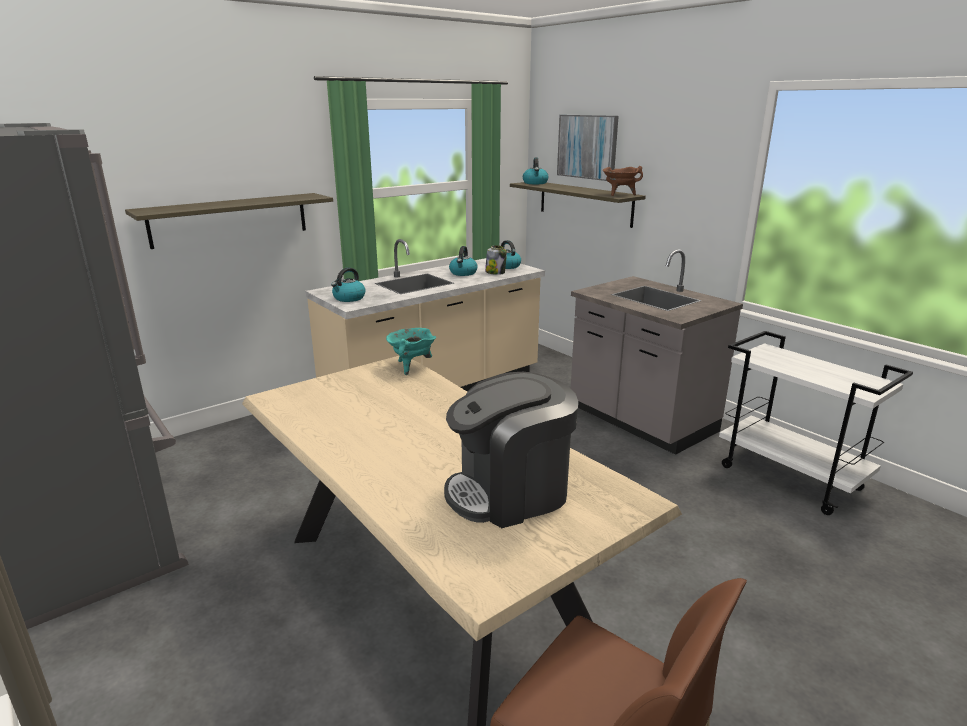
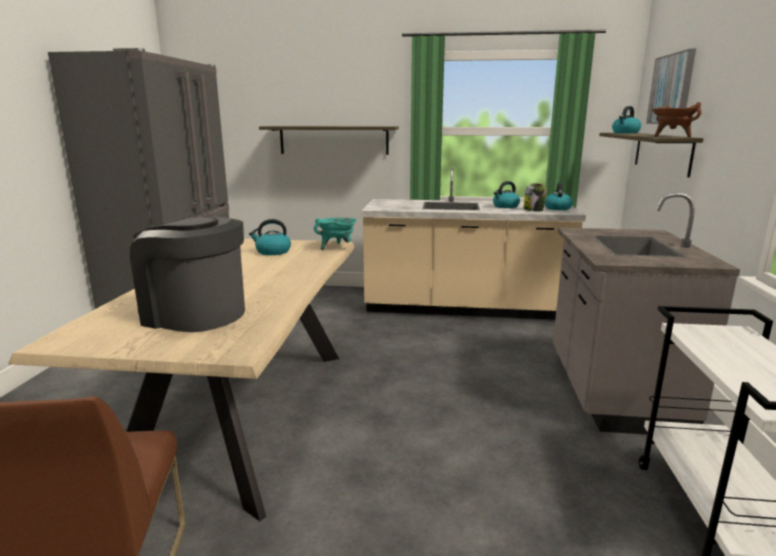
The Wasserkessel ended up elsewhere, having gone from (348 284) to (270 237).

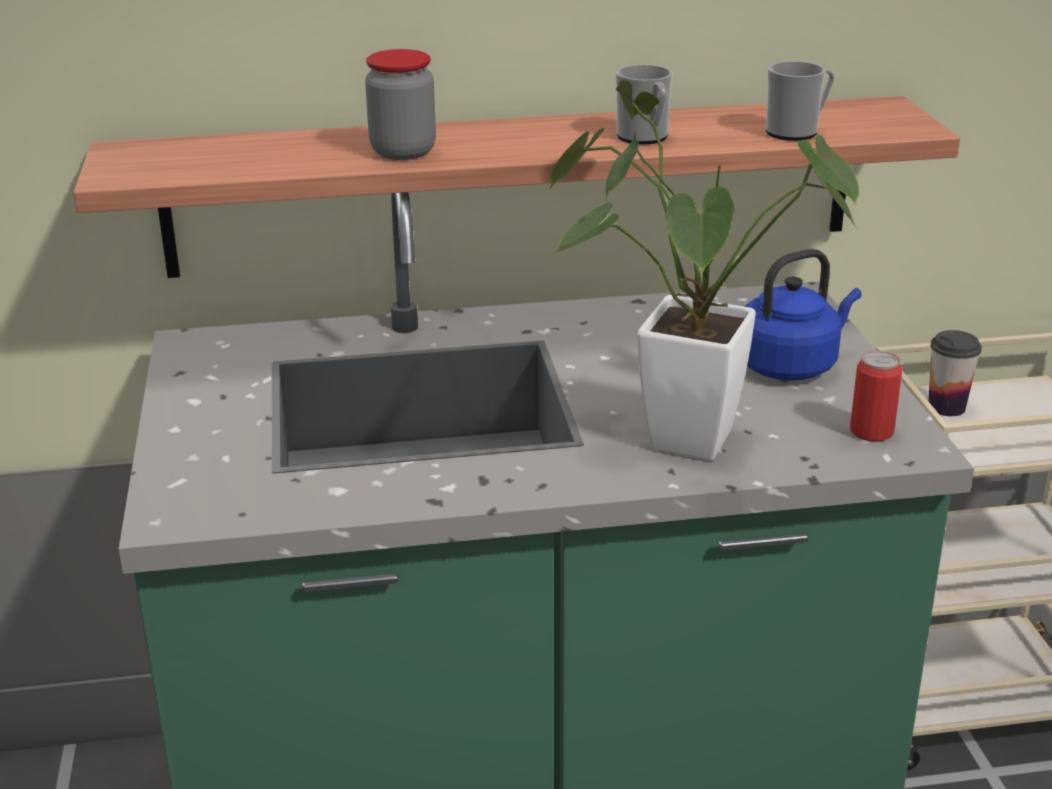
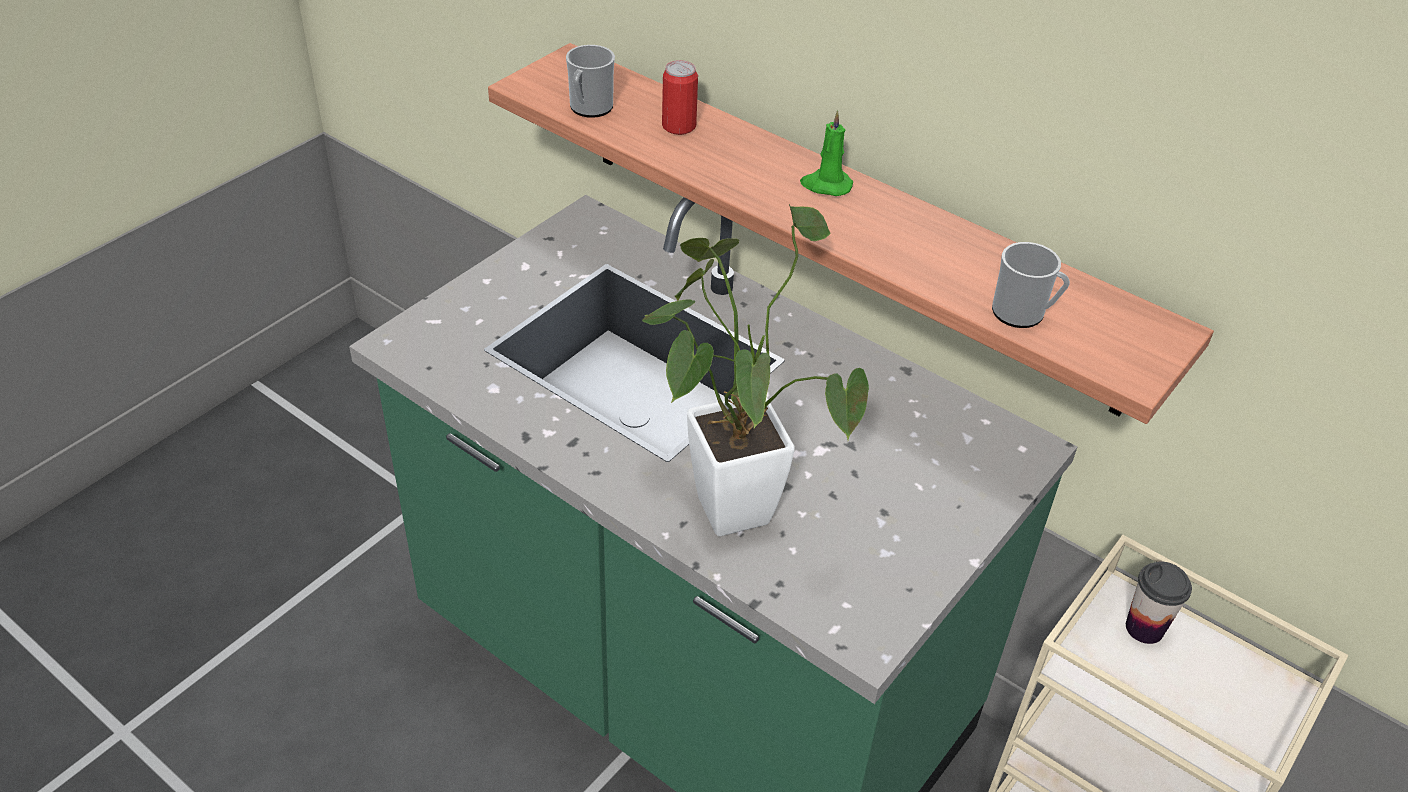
The second view lost the Vorratsglas at (400 104).
The Henkelbecher ended up elsewhere, having gone from (644 104) to (590 81).
The second view lost the Wasserkessel [blau] at (803 314).
The Dose ended up elsewhere, having gone from (876 396) to (680 97).
The second view gained the Kerze [grün] at (826 153).

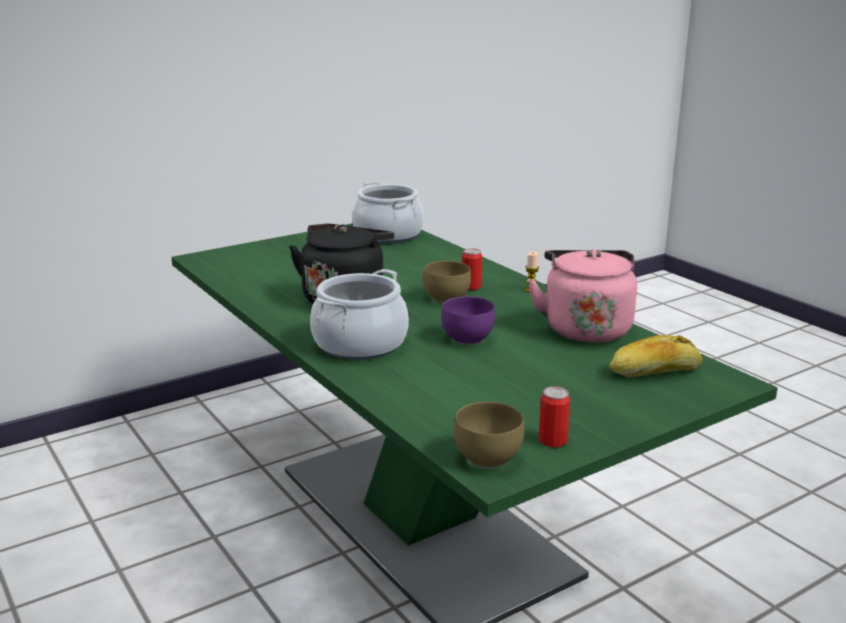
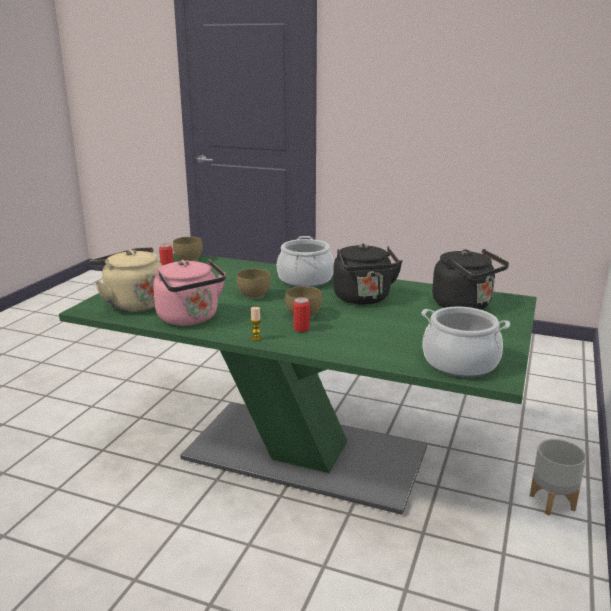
What was the Schüssel [lila] at (468 320) turned into the Schüssel [braun] at (254 284).
Where the Brot stood at (656 356), the Wasserkessel [beige] came to stand at (126 279).
The second view gained the Wasserkessel [schwarz] at (470 279).
The second view gained the Pflanzkübel [grau] at (558 477).

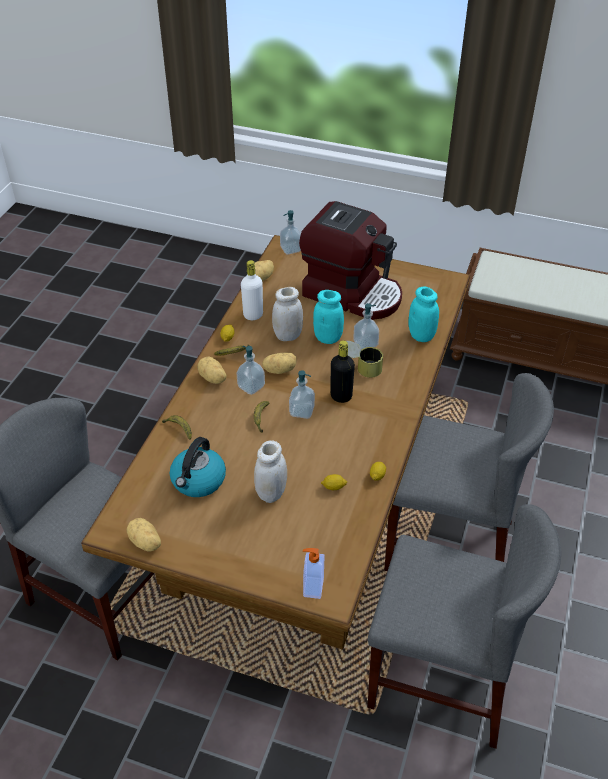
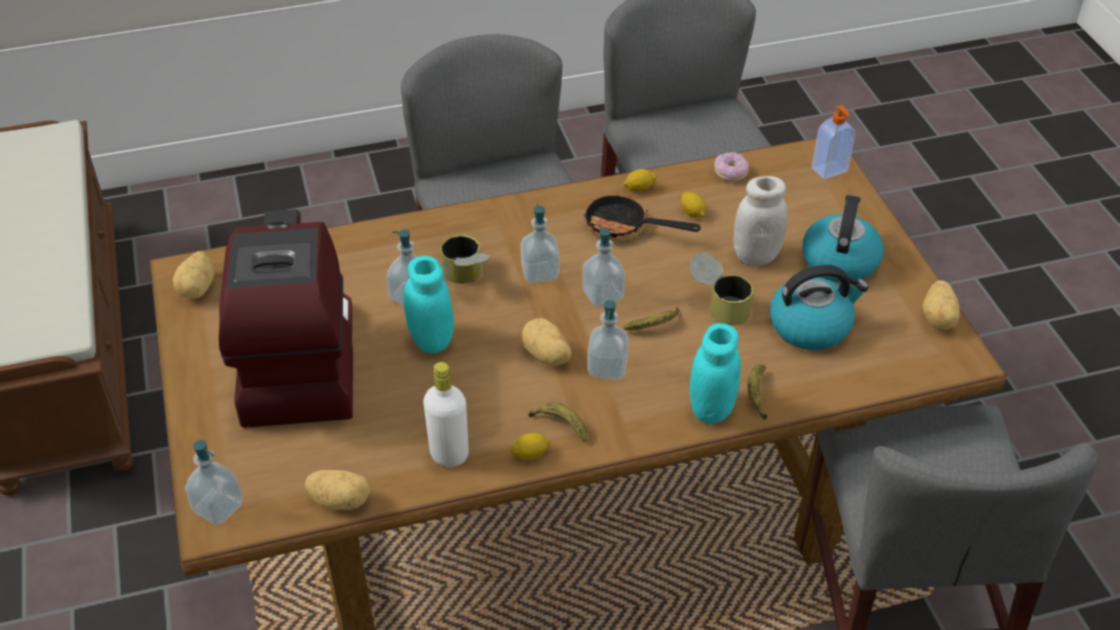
The Kartoffel ended up elsewhere, having gone from (212 370) to (193 275).
The second view lost the Vorratsglas [weiß] at (287 314).
Where the Flasche [schwarz] stood at (343 371), the Seifenspender came to stand at (540 243).
The Vorratsglas [türkis] ended up elsewhere, having gone from (423 314) to (715 373).
The second view gained the Pfanne at (642 218).
The second view gained the Dose at (722 289).
The second view gained the Donut at (732 166).
The second view gained the Wasserkessel at (843 239).

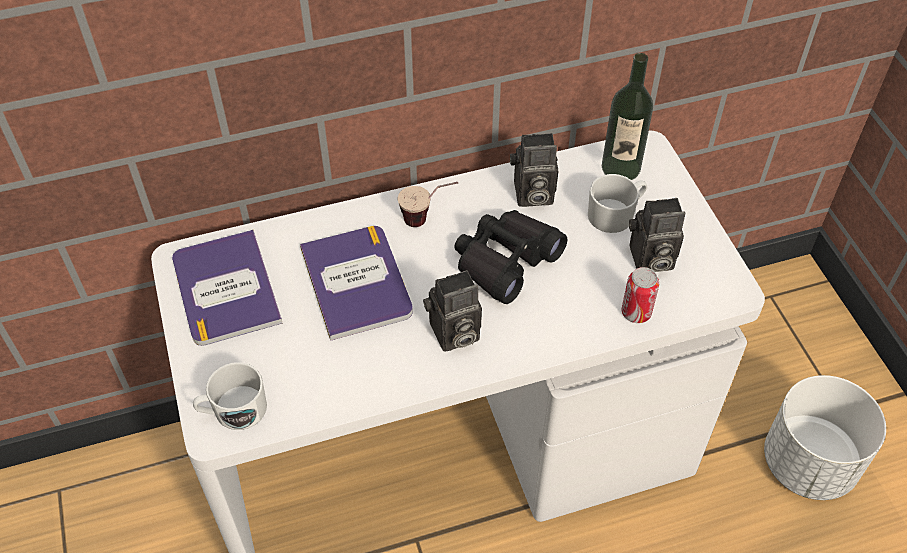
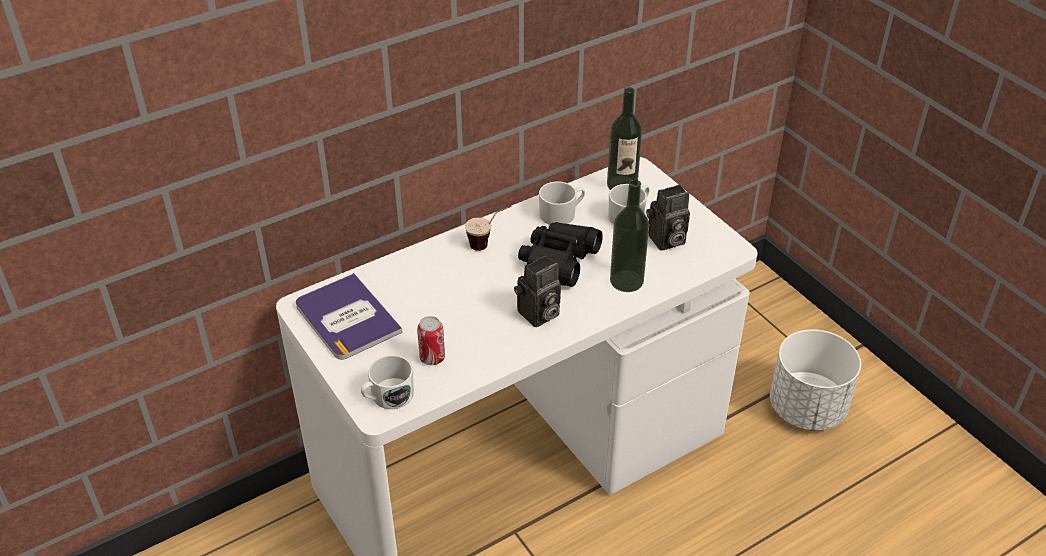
The second view lost the Buch at (356 283).
Where the Kamera stood at (534 170), the Henkelbecher [weiß] came to stand at (562 203).
The Dose ended up elsewhere, having gone from (640 295) to (431 340).
The second view gained the Flasche at (629 236).

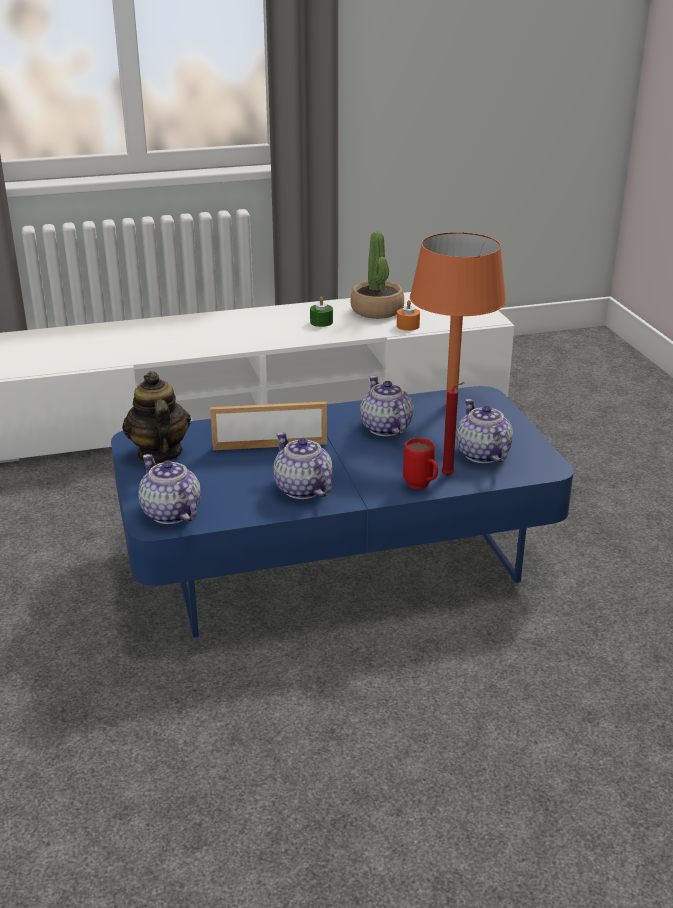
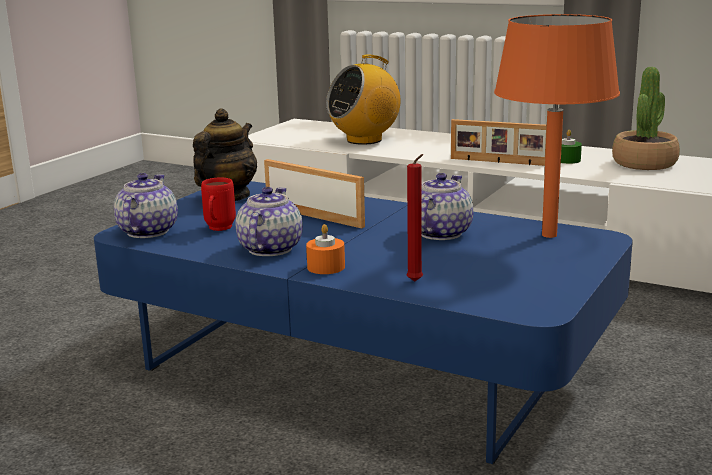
The Kerze [orange] ended up elsewhere, having gone from (408 315) to (325 249).
The Henkelbecher [rot] ended up elsewhere, having gone from (420 463) to (218 204).
The second view lost the Teekanne at (484 431).
The second view gained the Radio at (363 99).
The second view gained the Bilderrahmen at (499 142).

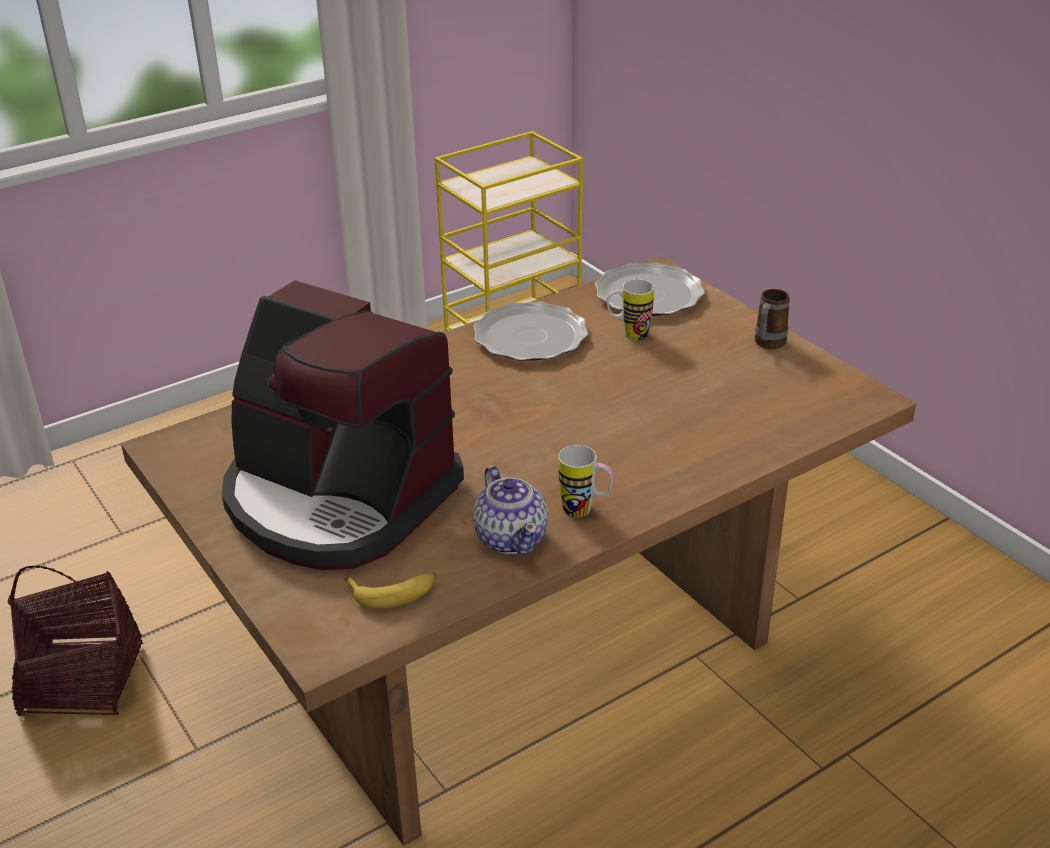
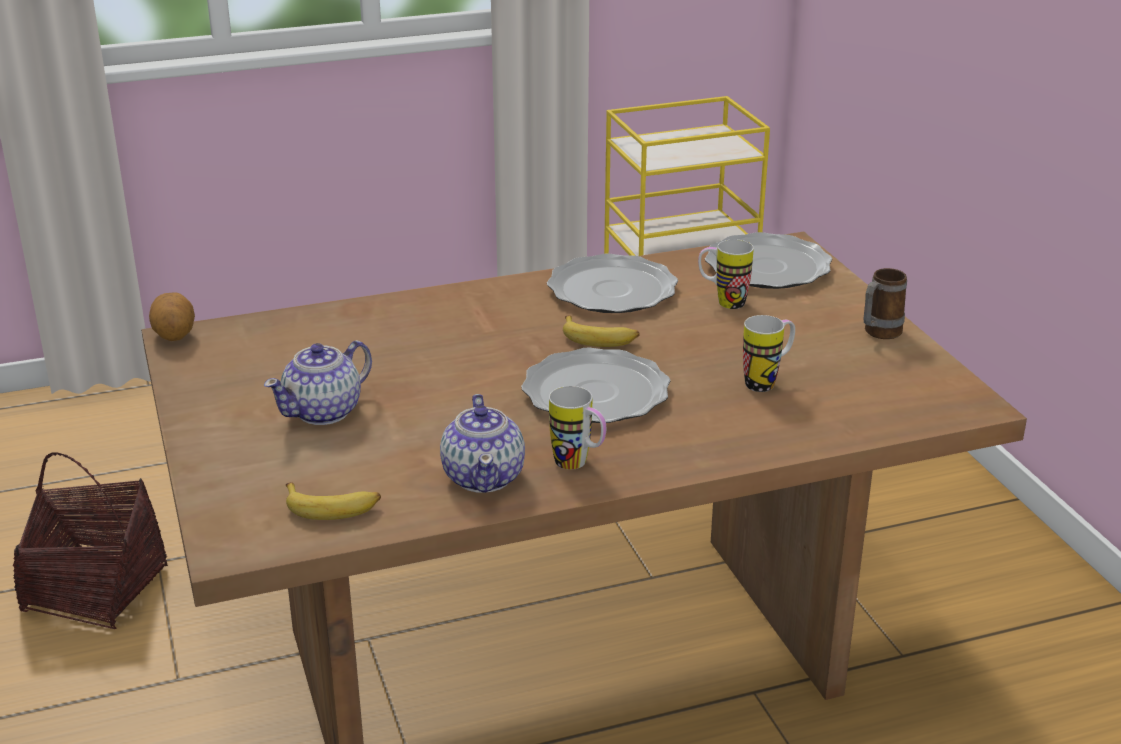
Where the Kaffeemaschine stood at (343 425), the Teekanne came to stand at (318 382).
The second view gained the Kartoffel at (172 316).
The second view gained the Teller at (596 385).
The second view gained the Banane at (601 331).
The second view gained the Henkelbecher at (769 353).

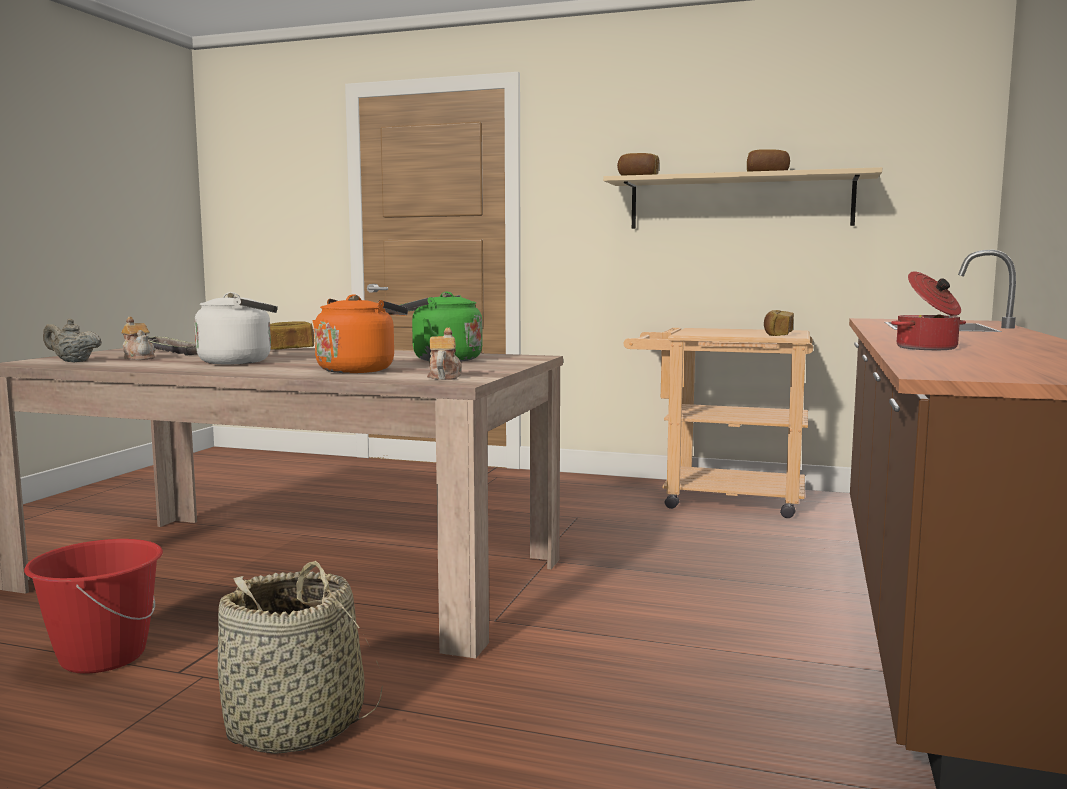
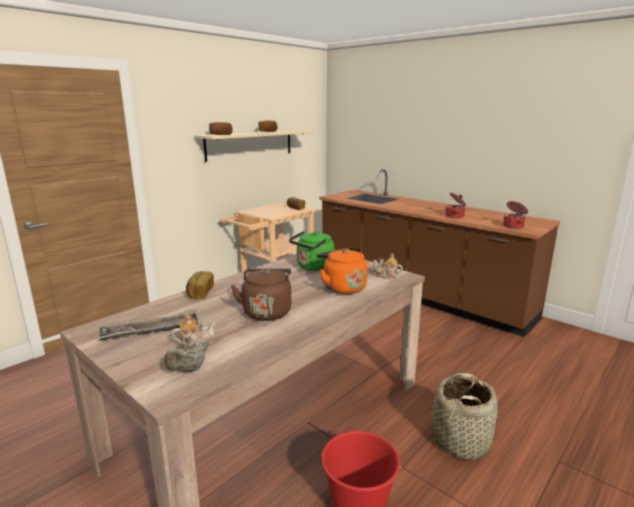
What was the Wasserkessel [weiß] at (236 328) turned into the Wasserkessel [braun] at (261 294).
The second view gained the Kochtopf at (515 215).

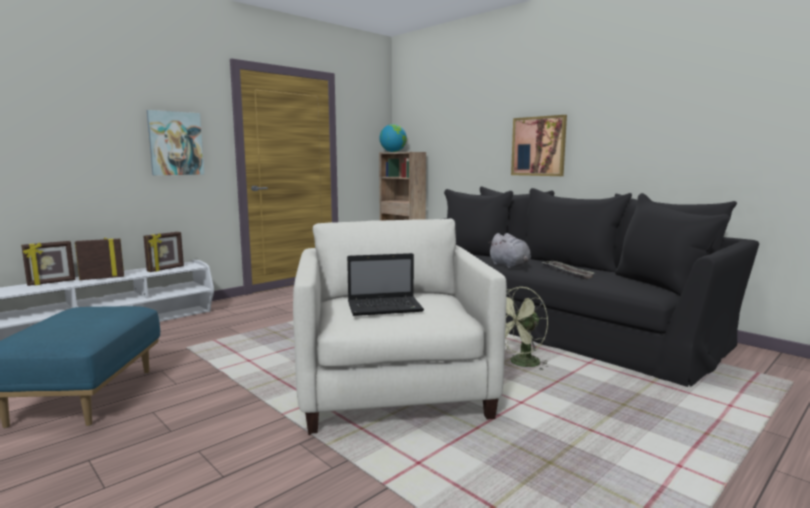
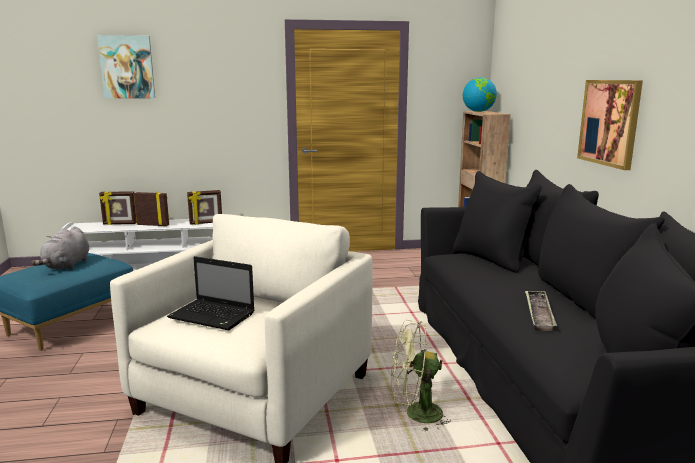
The Bild ended up elsewhere, having gone from (175 142) to (126 67).
The Plüschtier [grau] ended up elsewhere, having gone from (509 251) to (60 248).

